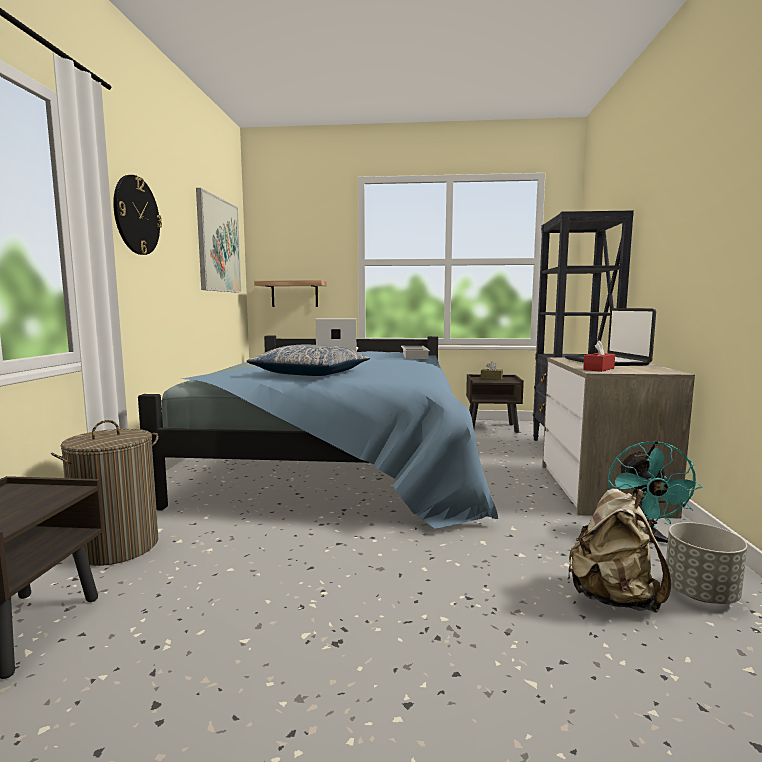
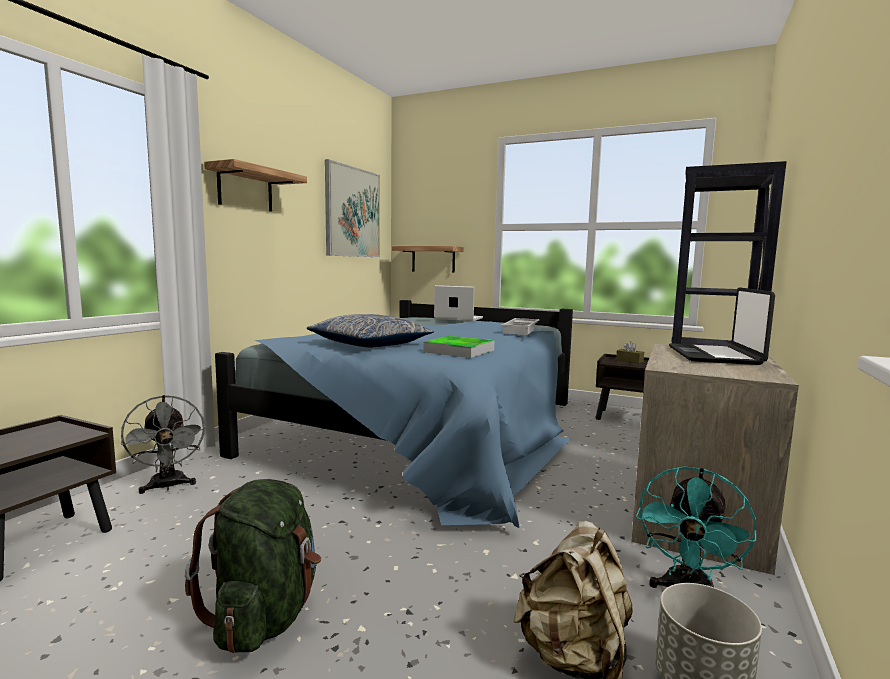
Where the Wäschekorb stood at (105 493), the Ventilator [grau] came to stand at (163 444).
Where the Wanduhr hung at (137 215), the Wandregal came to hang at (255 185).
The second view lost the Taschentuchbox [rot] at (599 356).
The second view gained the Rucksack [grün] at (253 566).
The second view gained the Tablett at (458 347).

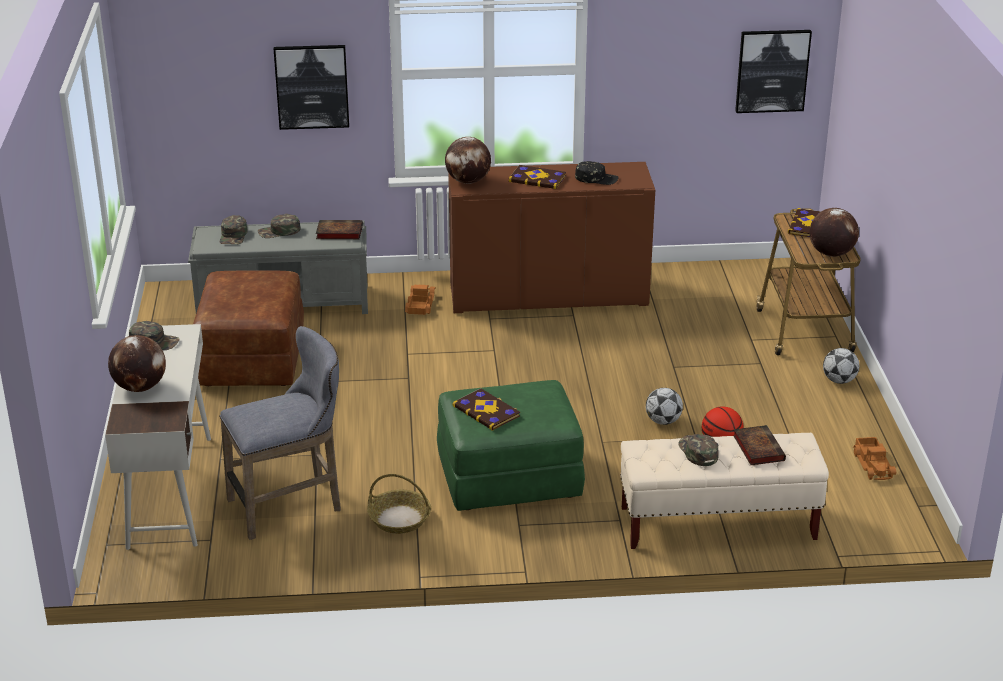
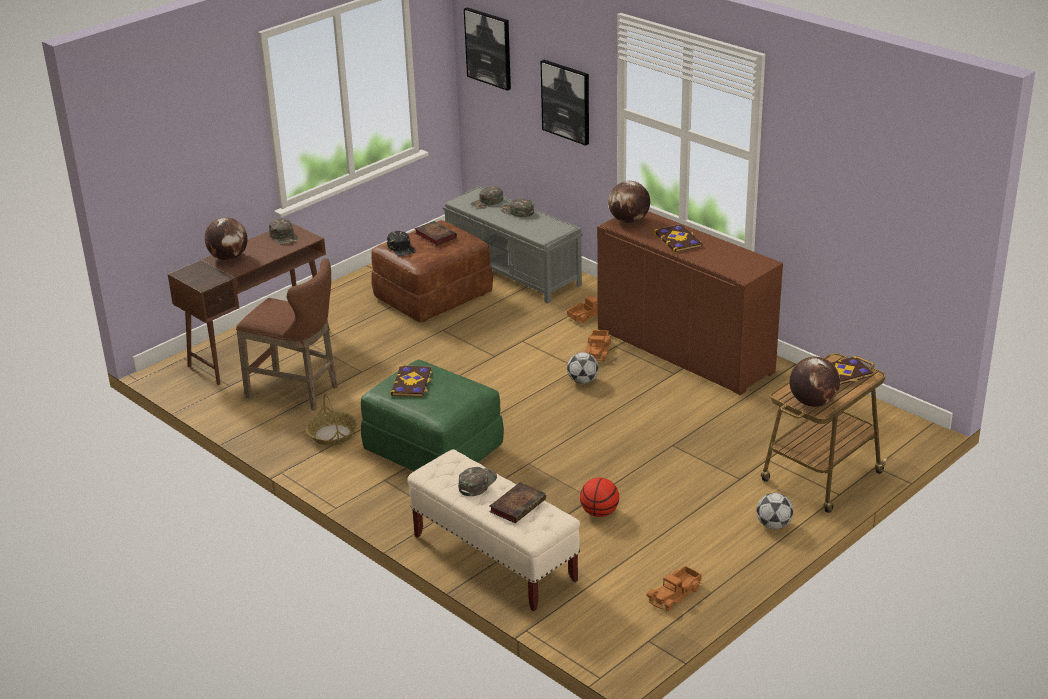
What was the Schreibtisch [weiß] at (158 437) turned into the Schreibtisch [braun] at (249 304).
What was the Hocker [grau] at (280 433) turned into the Hocker [braun] at (287 334).
The Buch ended up elsewhere, having gone from (339 229) to (435 233).
The Kappe [schwarz] ended up elsewhere, having gone from (596 173) to (401 243).
The Fußball ended up elsewhere, having gone from (664 406) to (583 368).
The Bild ended up elsewhere, having gone from (773 71) to (487 49).
The second view gained the Spielzeuglaster at (598 346).

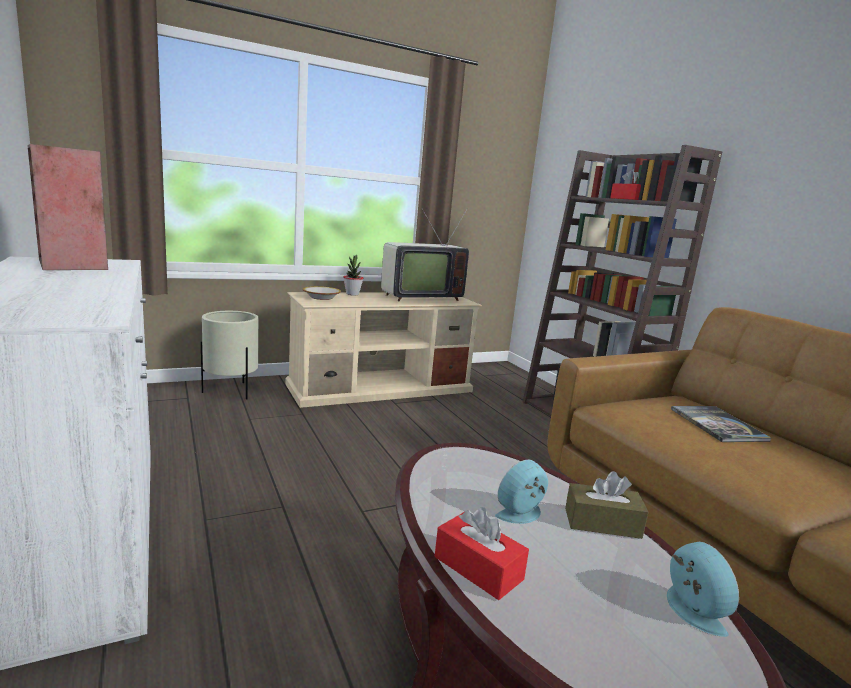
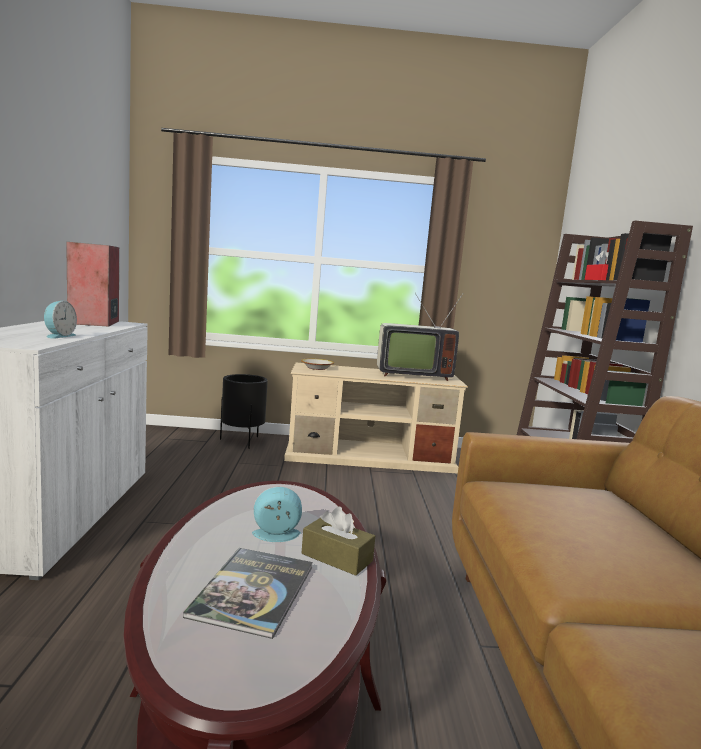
What was the Pflanzkübel [beige] at (229 355) turned into the Pflanzkübel [schwarz] at (244 411).
The second view lost the Topfpflanze at (353 275).
The second view lost the Taschentuchbox [rot] at (482 553).
The Wecker ended up elsewhere, having gone from (703 589) to (60 320).
The Buch ended up elsewhere, having gone from (721 424) to (248 593).

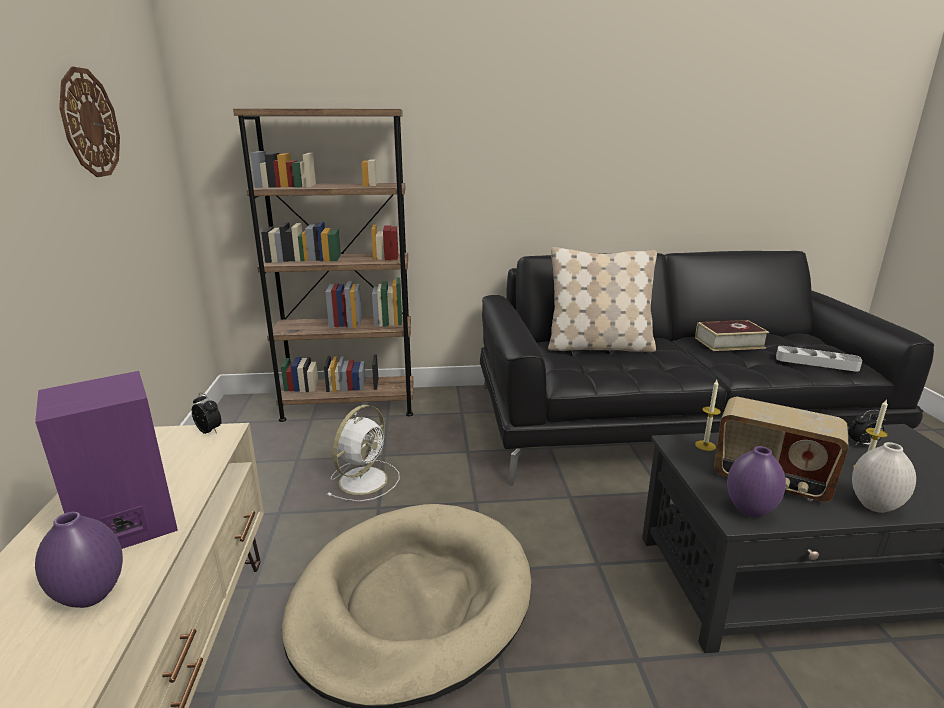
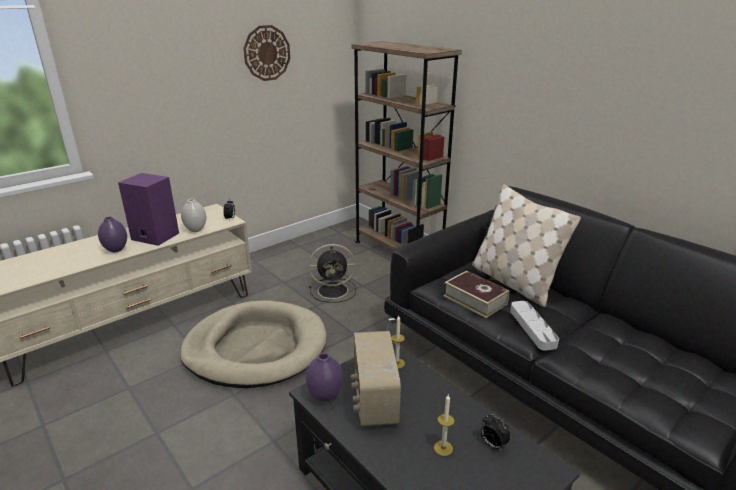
What was the Ventilator [weiß] at (363 453) turned into the Ventilator [schwarz] at (332 273).
The Buch ended up elsewhere, having gone from (732 335) to (476 294).
The Tablett [grau] ended up elsewhere, having gone from (819 359) to (534 326).
The Vase [weiß] ended up elsewhere, having gone from (884 477) to (194 215).

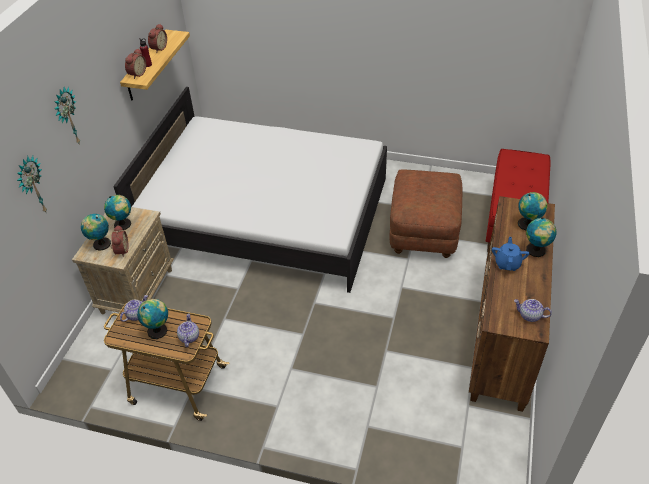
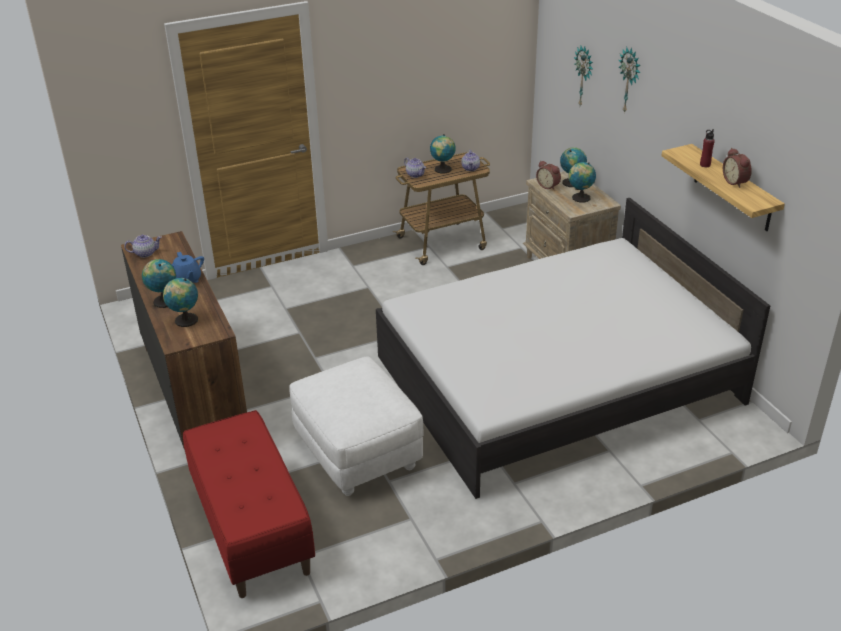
The second view lost the Wecker at (135 63).
What was the Polsterhocker [braun] at (425 213) turned into the Polsterhocker [weiß] at (356 426).

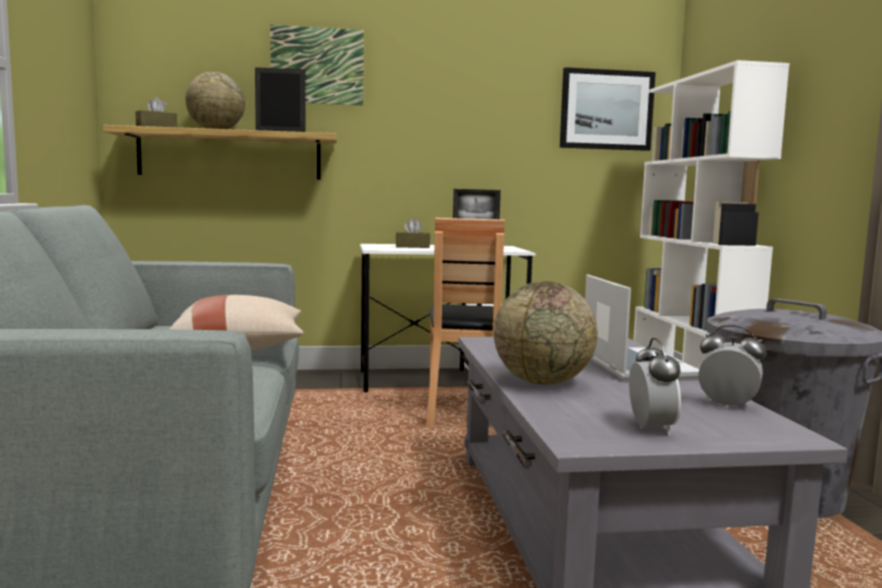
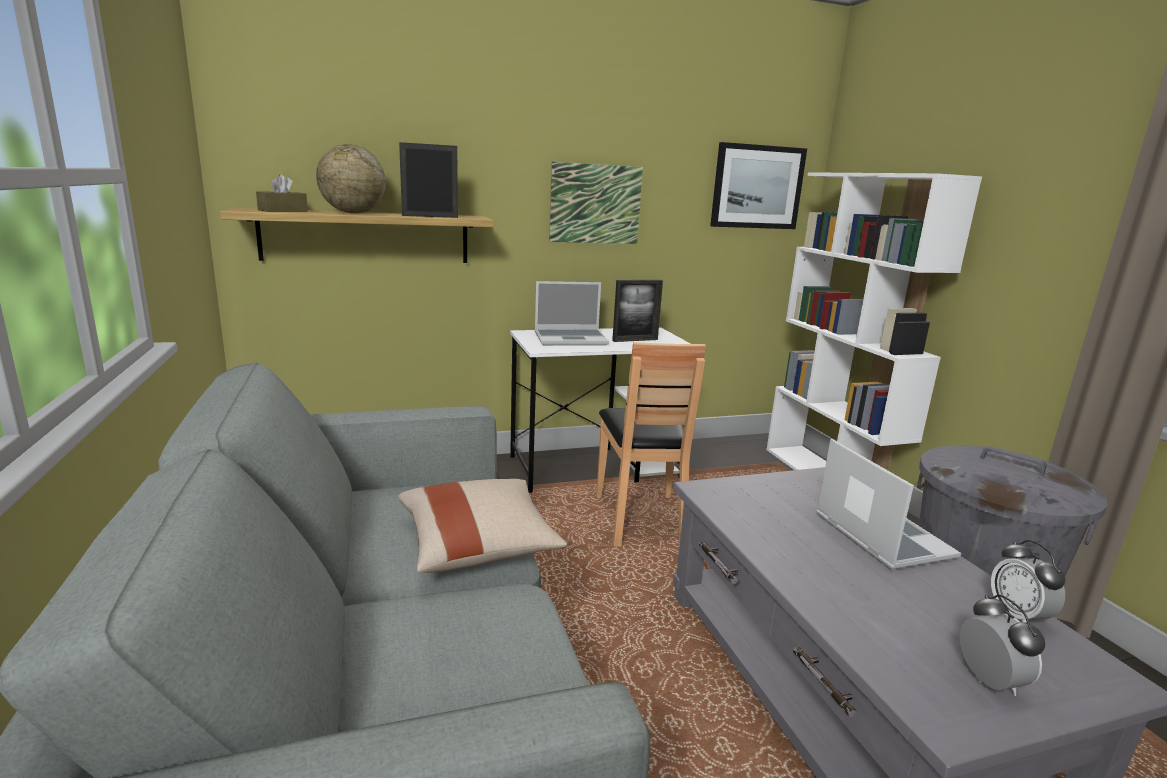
The Bild ended up elsewhere, having gone from (317 65) to (596 203).
Where the Taschentuchbox [braun] stood at (413 233), the Laptop came to stand at (572 313).
The second view lost the Globus at (545 333).
The Wecker at (732 366) ended up facing another way, 120 degrees counterclockwise from before.

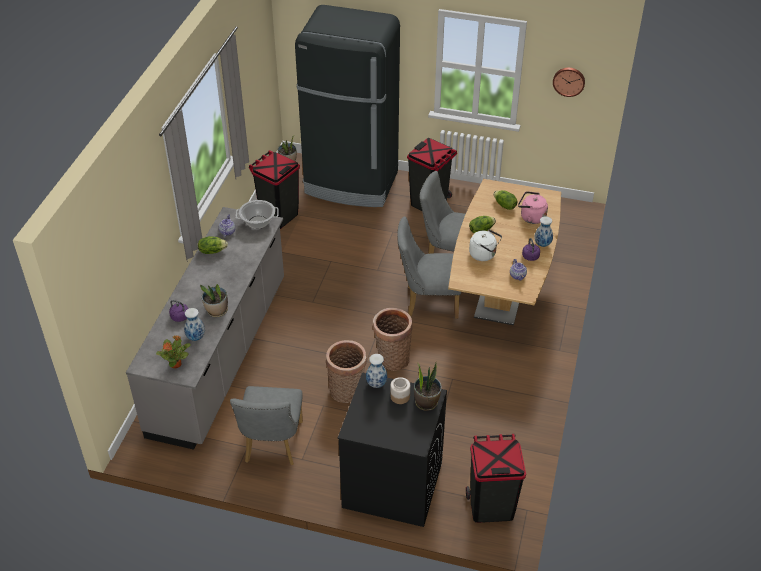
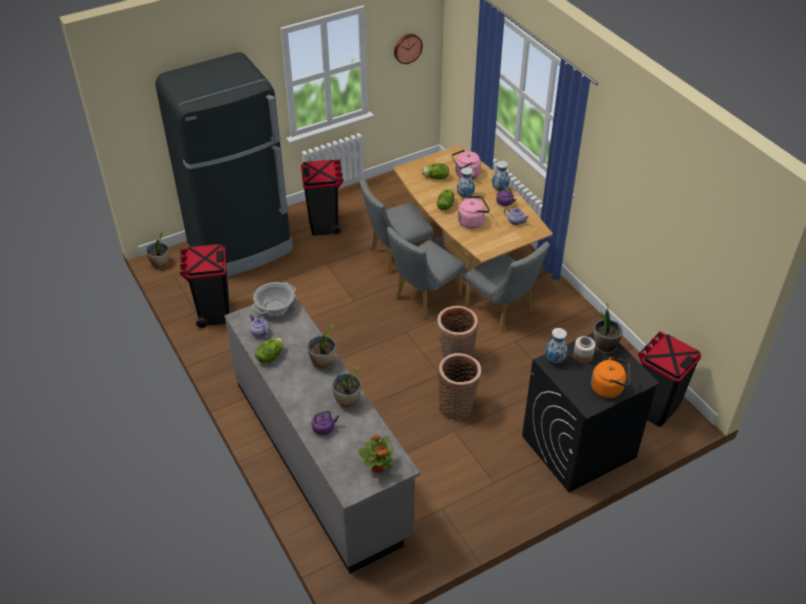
The Vase ended up elsewhere, having gone from (194 324) to (466 182).
The Stuhl [grau] ended up elsewhere, having gone from (266 425) to (507 287).
What was the Wasserkessel [weiß] at (485 245) turned into the Wasserkessel [rosa] at (474 212).
The second view gained the Topfpflanze at (321 346).
The second view gained the Wasserkessel [orange] at (610 377).

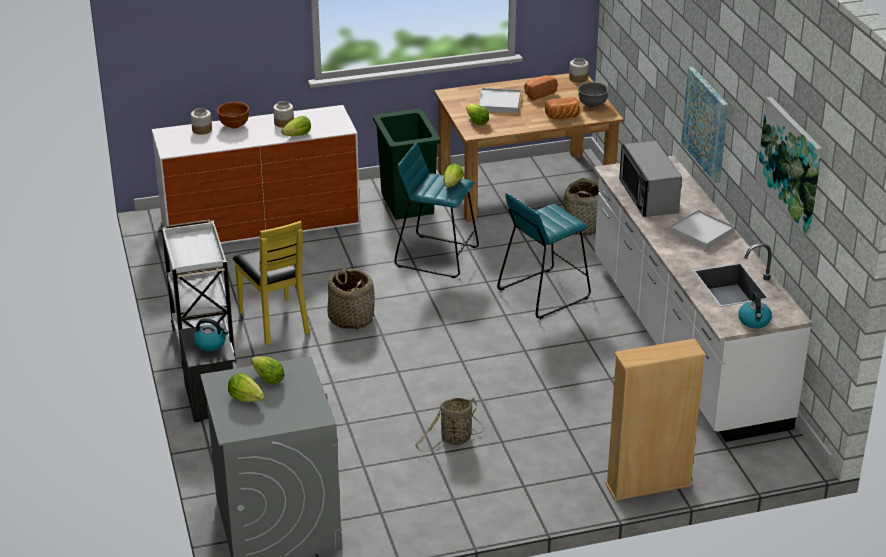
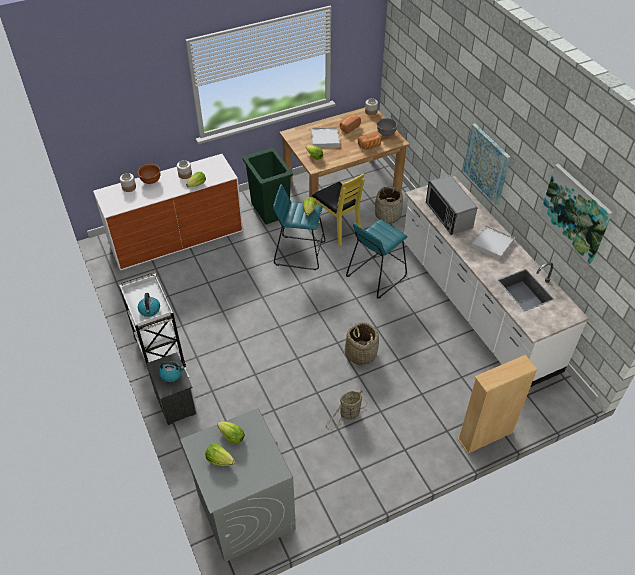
The Stuhl [gelb] ended up elsewhere, having gone from (271 283) to (338 209).
The Korb ended up elsewhere, having gone from (351 298) to (362 343).
The Wasserkessel ended up elsewhere, having gone from (755 310) to (149 305).

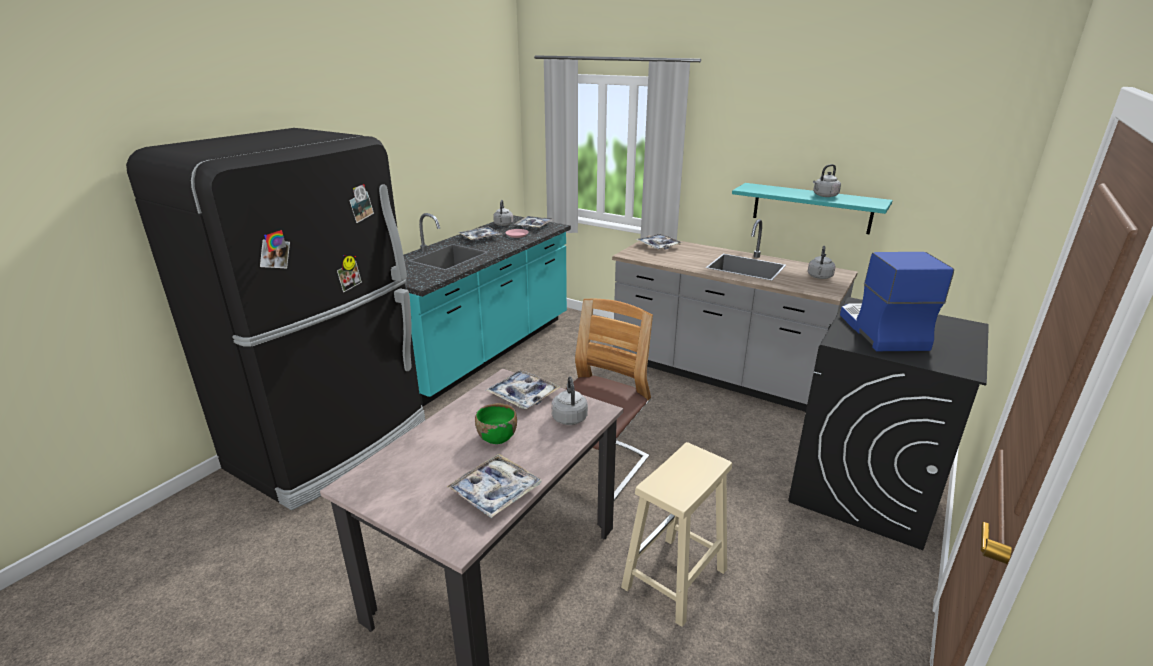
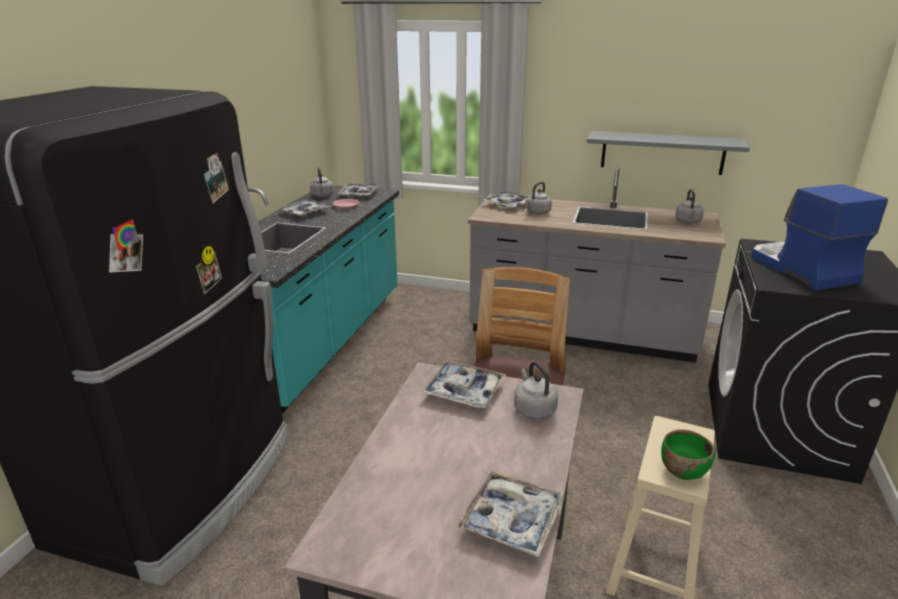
The Schüssel [grün] ended up elsewhere, having gone from (496 423) to (688 454).
What was the Wandregal [türkis] at (812 208) turned into the Wandregal [grau] at (668 153).
The Wasserkessel [grau] ended up elsewhere, having gone from (827 180) to (538 198).

